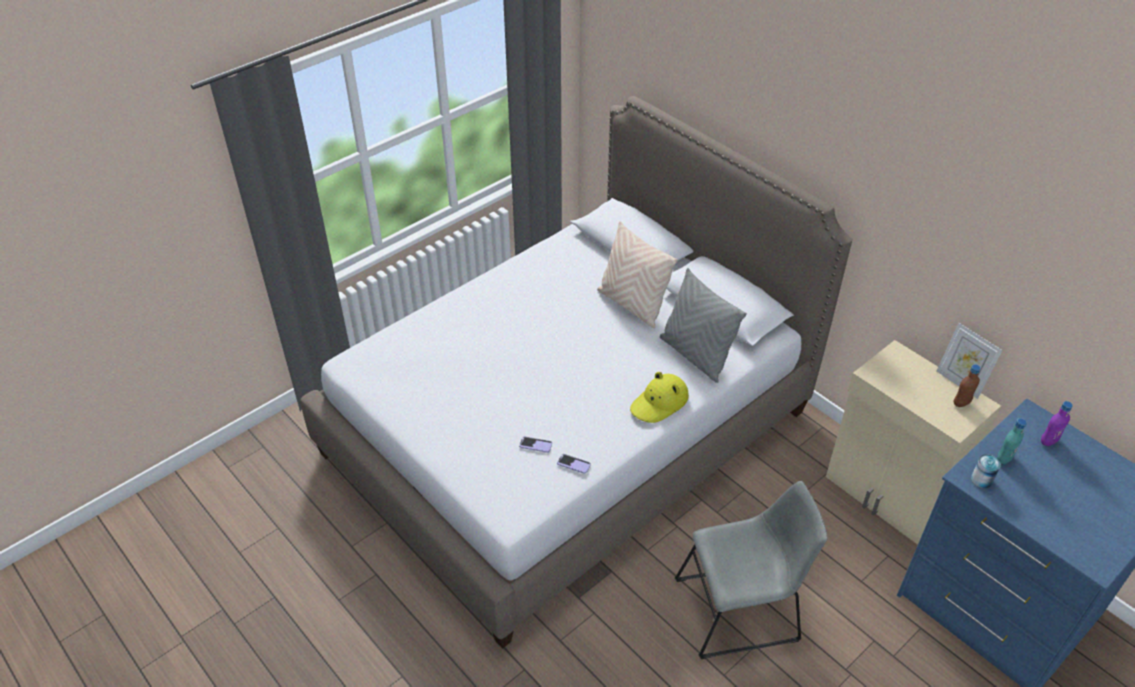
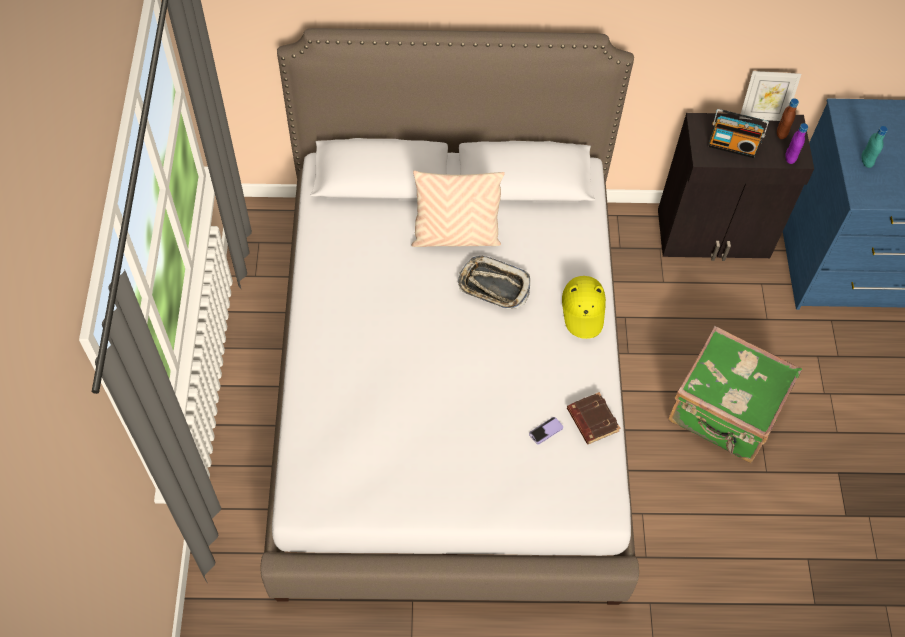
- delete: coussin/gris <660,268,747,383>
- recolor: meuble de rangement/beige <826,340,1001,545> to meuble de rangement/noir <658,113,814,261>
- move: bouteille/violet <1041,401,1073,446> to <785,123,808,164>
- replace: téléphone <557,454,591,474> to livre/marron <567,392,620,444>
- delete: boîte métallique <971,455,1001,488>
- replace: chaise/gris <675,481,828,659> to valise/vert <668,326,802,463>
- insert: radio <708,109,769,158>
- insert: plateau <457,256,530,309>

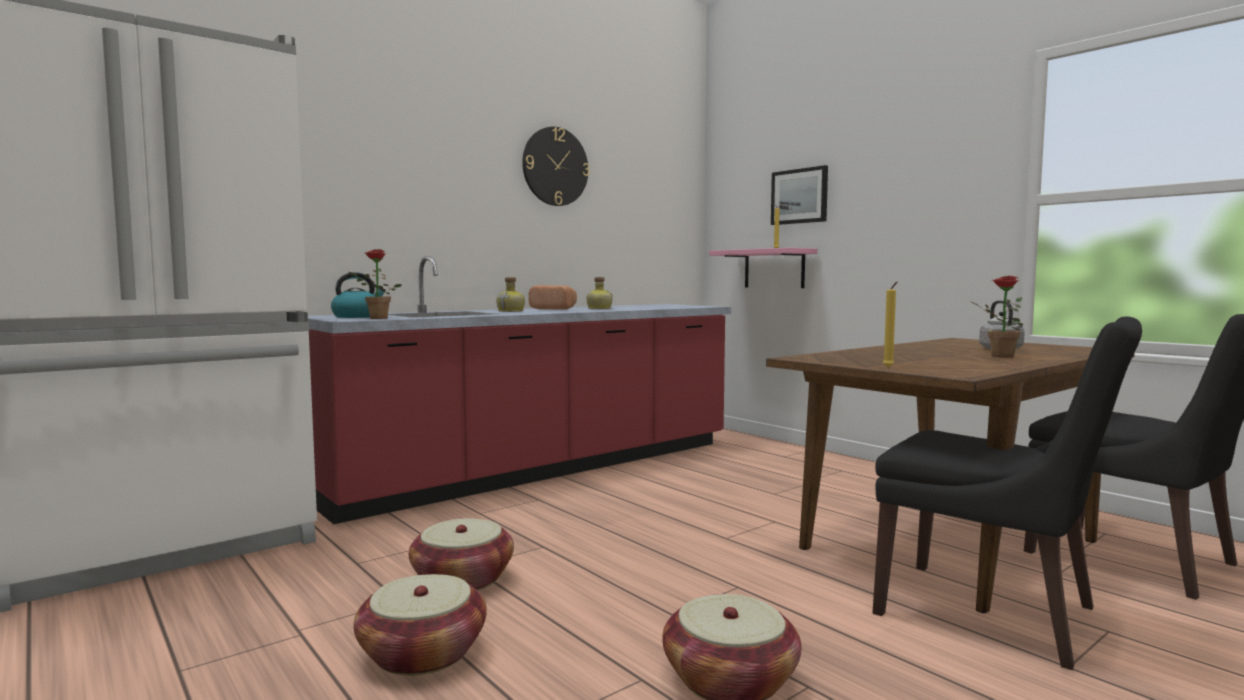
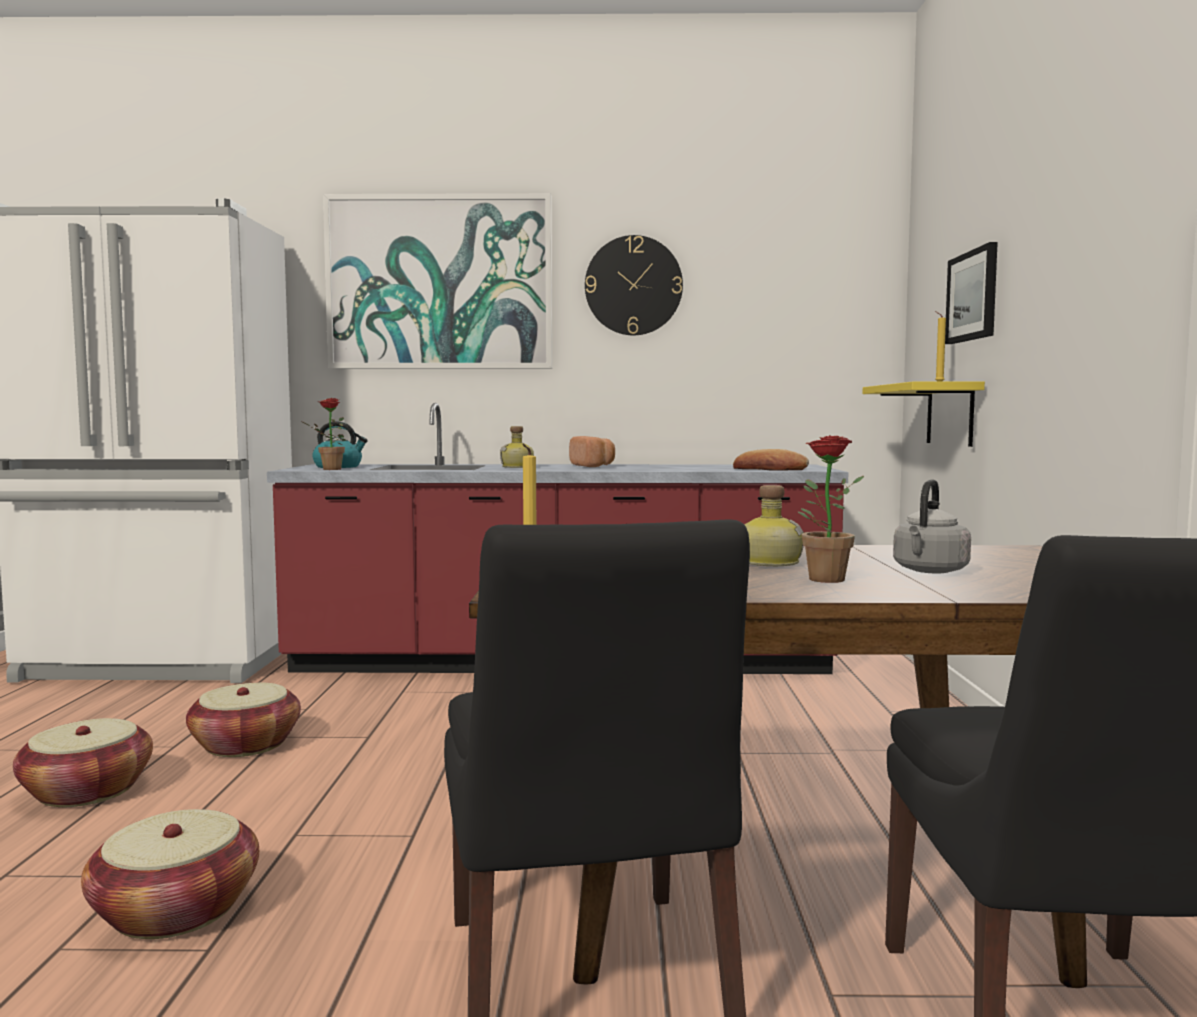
- recolor: étagère/rose <709,248,818,288> to étagère/jaune <862,381,985,447>
- move: bouteille <586,277,613,309> to <745,485,804,566>
- insert: tableau <323,193,552,369>
- insert: pain <733,449,809,471>

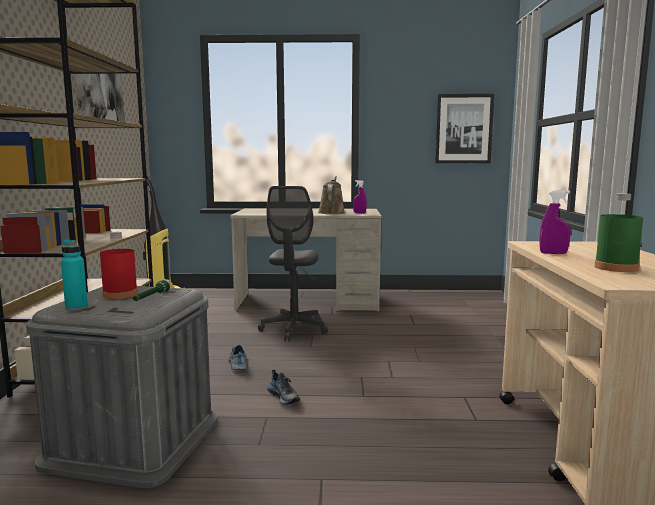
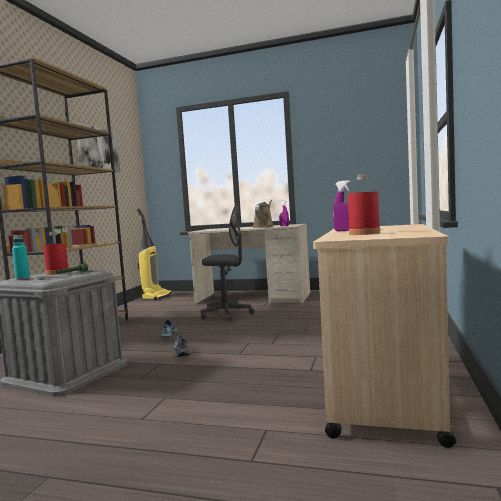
- delete: tableau <435,94,494,163>
- rotate: chaise de bureau/gris <258,186,328,341> = <201,203,255,321> 105 degrees counterclockwise
- recolor: bouteille/vert <595,193,643,272> to bouteille/rouge <348,174,380,235>

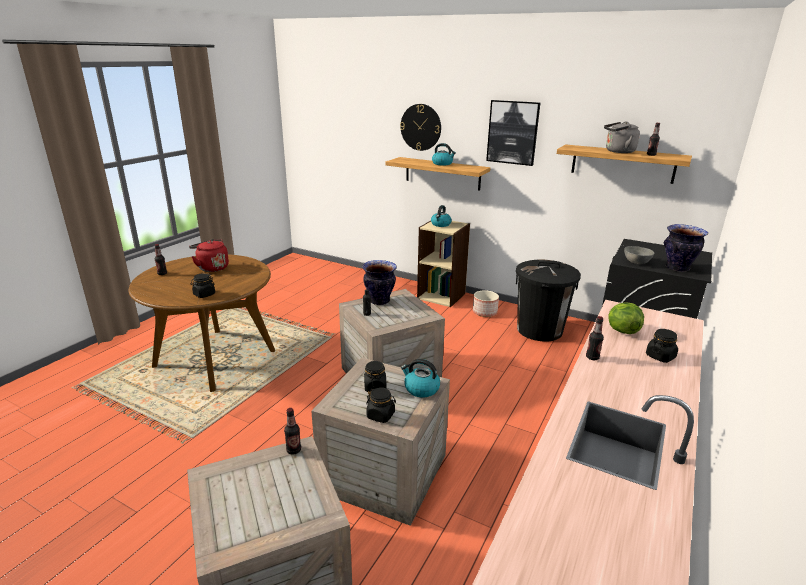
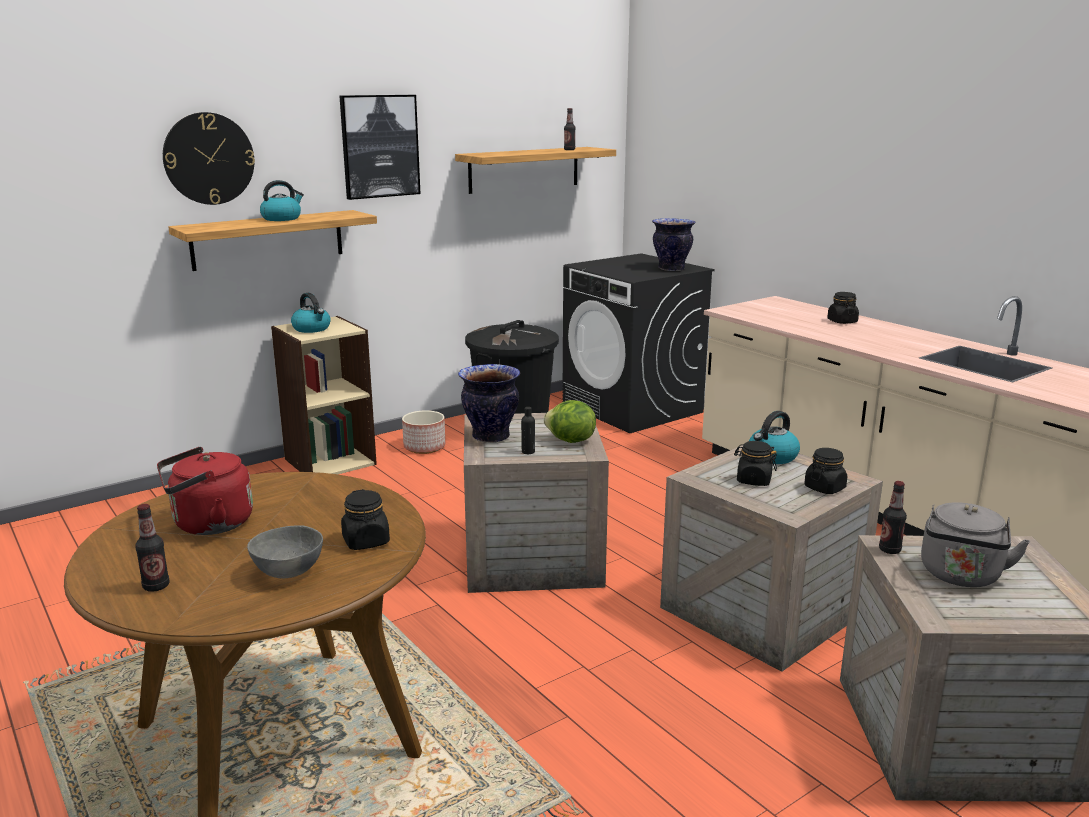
- move: bouilloire/gris <604,122,640,153> to <921,502,1030,587>
- move: bol/gris <624,246,654,264> to <247,525,323,578>
- move: laitue <608,302,644,334> to <544,400,596,443>
- delete: bouteille <586,316,604,360>

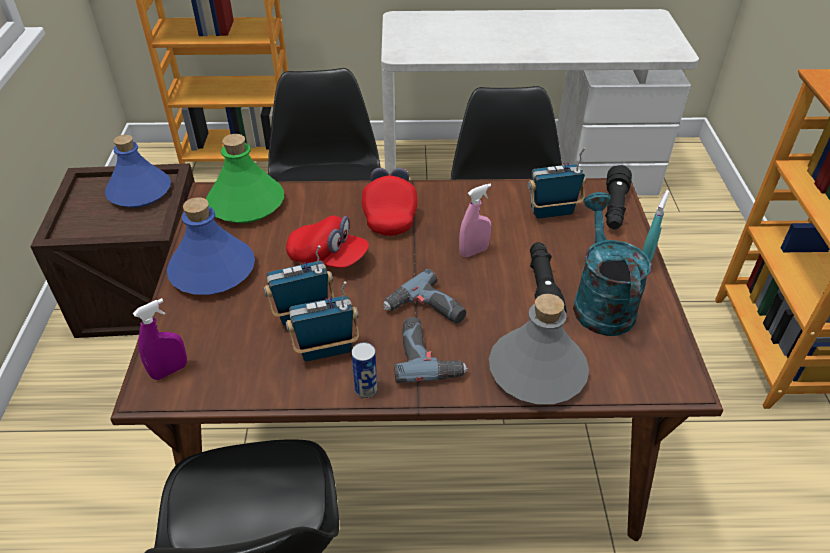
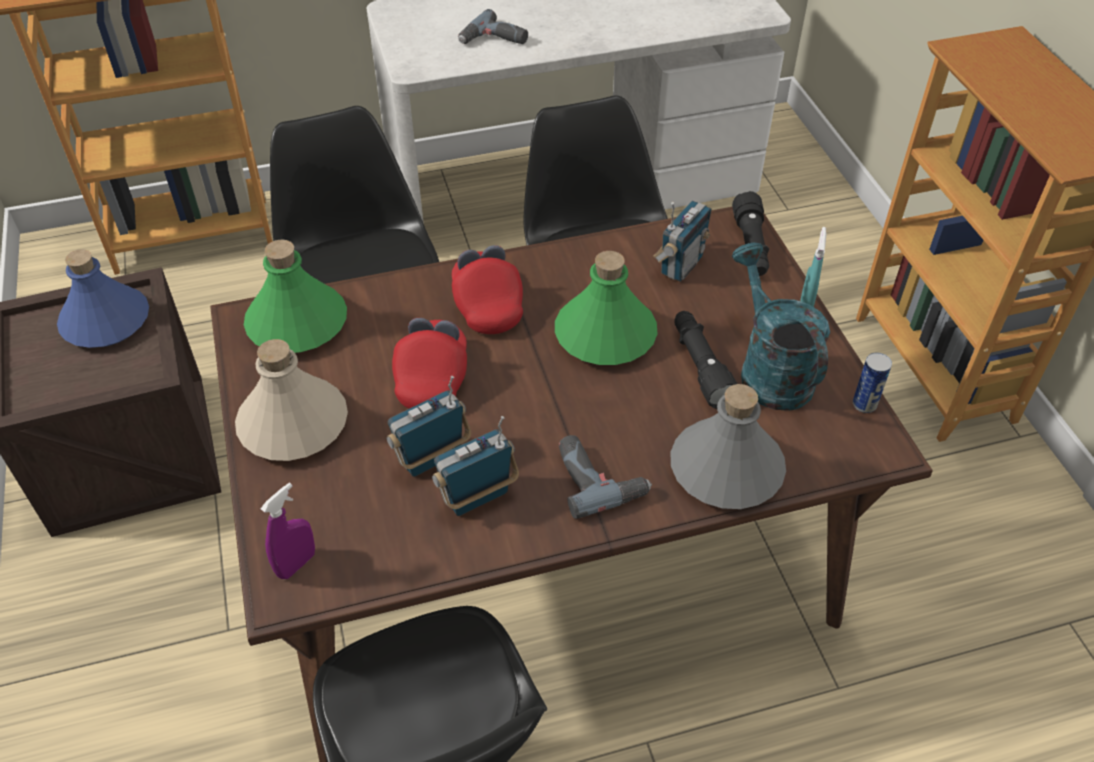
- rotate: radio <527,147,586,219> = <653,200,712,282> 150 degrees clockwise
- replace: vaporisateur/rose <459,184,491,257> to bouteille/vert <555,251,658,365>
- recolor: bouteille/bleu <167,197,255,295> to bouteille/beige <235,339,348,461>
- rotate: casquette/rouge <286,216,369,268> = <392,318,467,409> 90 degrees counterclockwise
- move: perceuse <383,269,466,323> to <458,9,528,44>
- move: boîte métallique <351,342,377,398> to <853,353,892,413>

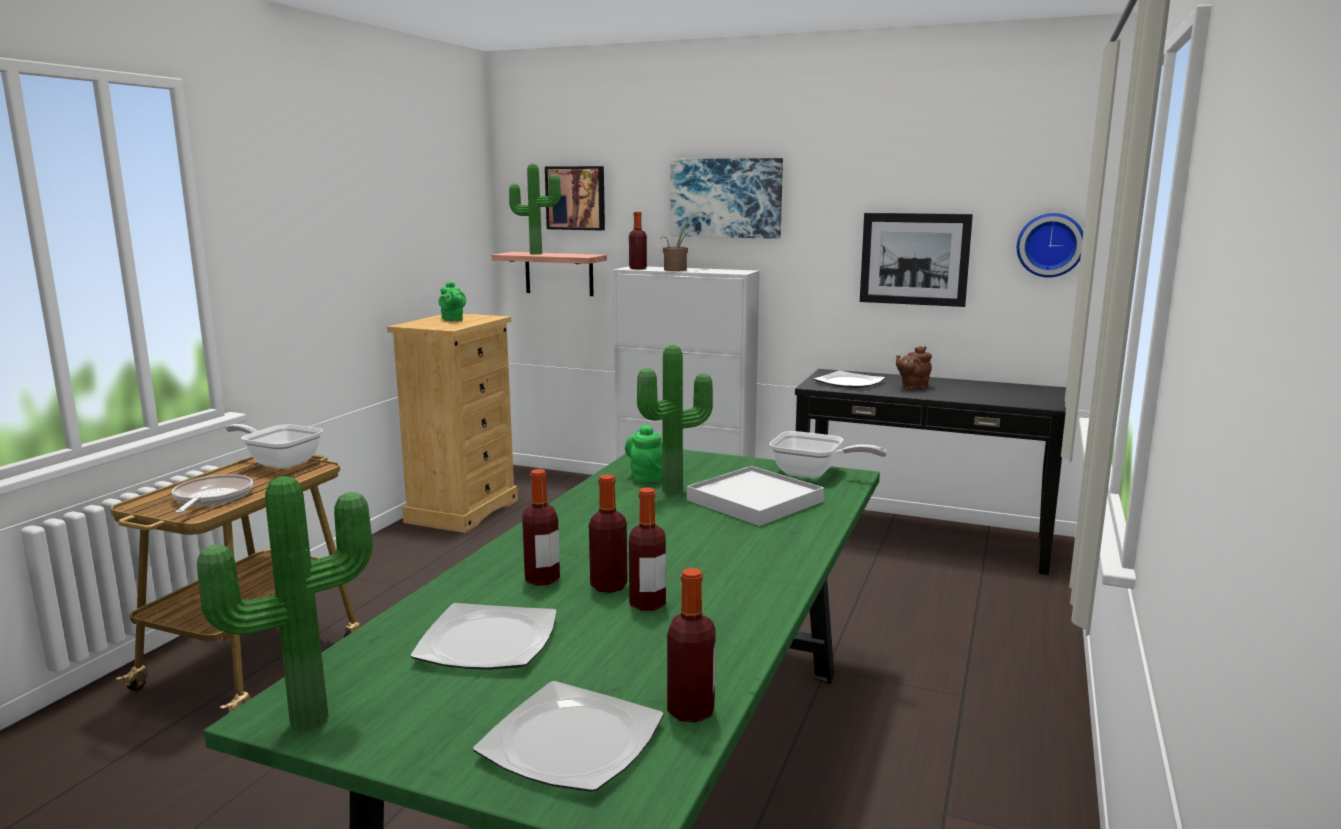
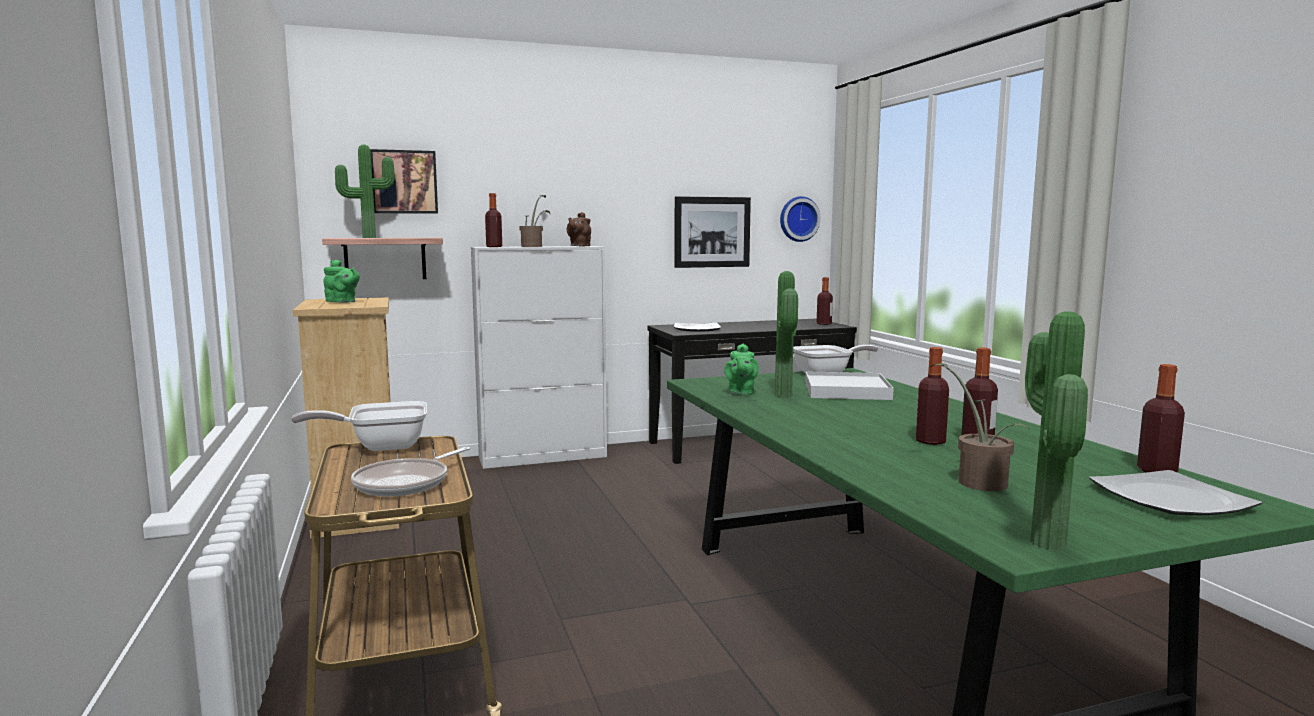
- delete: tableau <671,158,783,239>
- move: théière/marron <896,346,932,390> to <567,212,591,246>
- rotate: théière/vert <625,424,662,483> = <724,344,759,396> 120 degrees counterclockwise
- move: bouteille <522,469,560,586> to <817,277,833,325>
- rotate: poêle <171,474,253,513> = <351,447,470,497> 105 degrees counterclockwise
- replace: assiette <410,603,557,670> to plante en pot <931,363,1029,491>

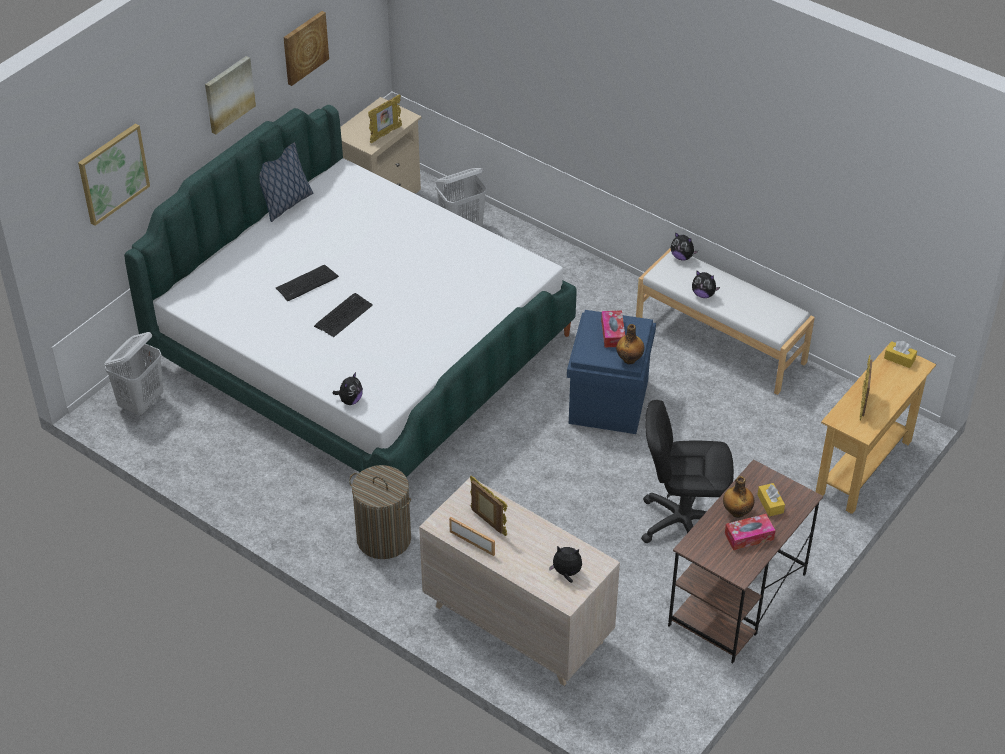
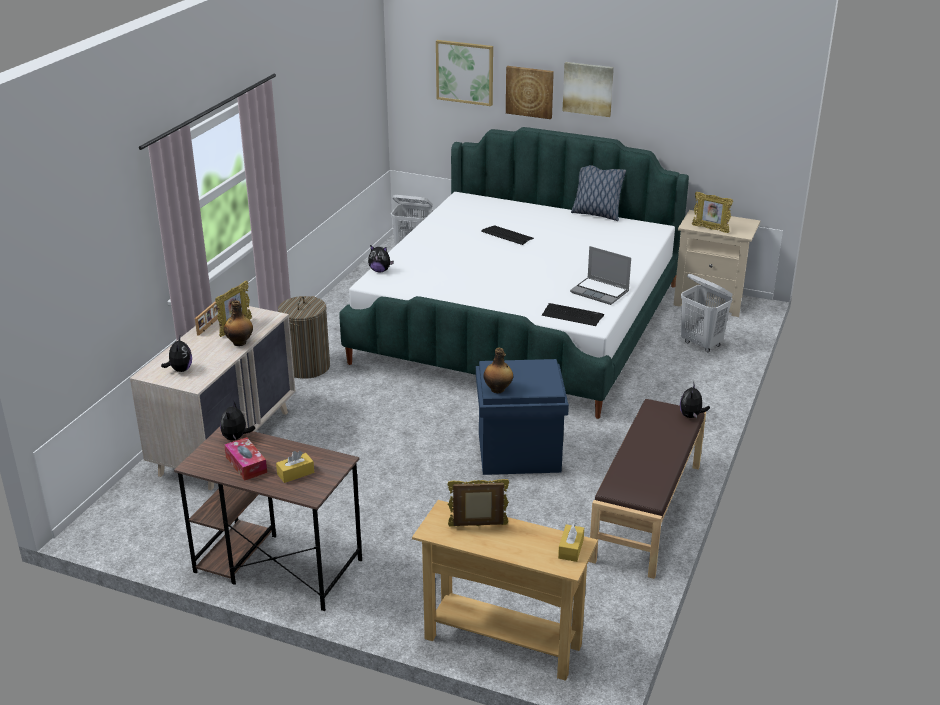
- move: tableau <284,11,329,86> to <506,66,554,119>
- recolor: banc/blanc <636,248,815,395> to banc/marron <589,399,706,579>
- move: peluche <692,271,720,298> to <220,402,255,441>
- move: clavier <314,293,373,337> to <542,303,604,326>
- delete: boîte à mouchoirs <601,310,625,347>
- delete: chaise de bureau/noir <641,400,734,543>
- move: bouteille <723,476,754,518> to <224,300,253,346>
- insert: ordinateur portable <570,246,631,305>

